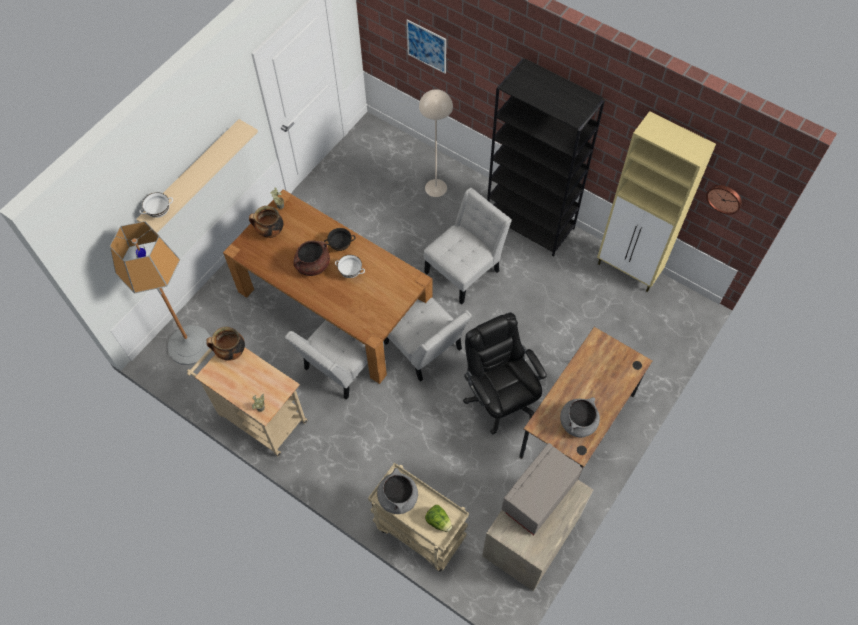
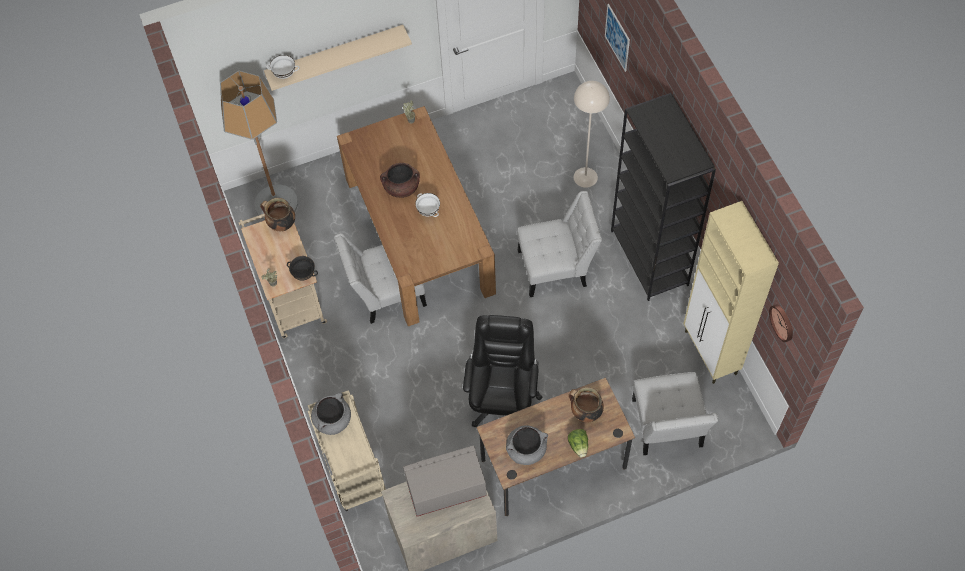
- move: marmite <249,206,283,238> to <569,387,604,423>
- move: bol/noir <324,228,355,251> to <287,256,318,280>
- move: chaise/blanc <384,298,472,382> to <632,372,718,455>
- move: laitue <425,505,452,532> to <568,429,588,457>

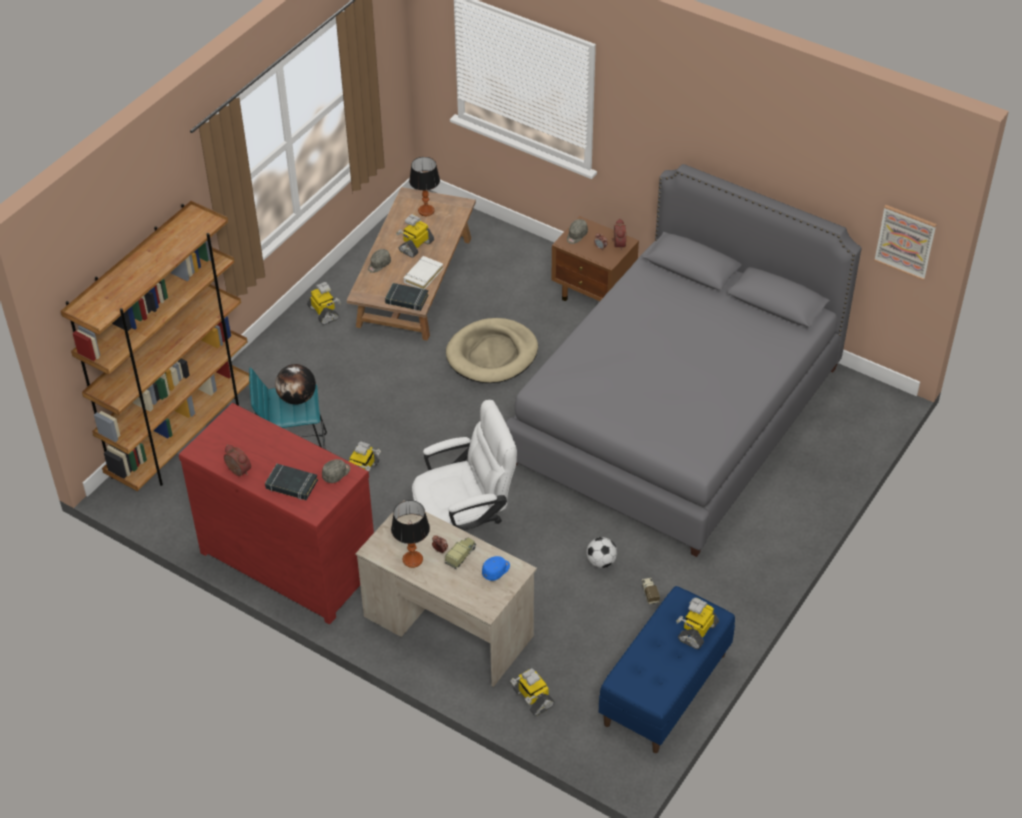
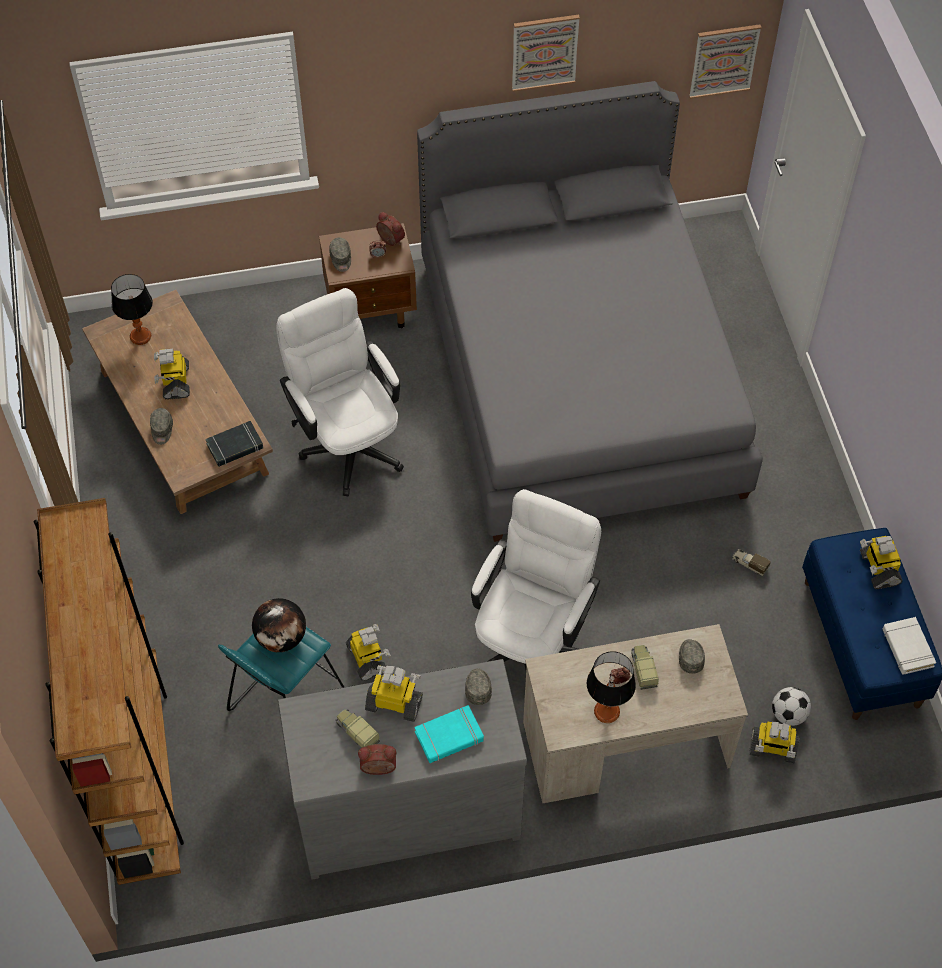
- move: livre/blanc <404,256,443,289> to <882,617,936,675>
- move: robot jouet <307,282,341,325> to <365,665,423,722>
- replace: panier pour chien/beige <446,318,538,383> to chaise de bureau/blanc <276,288,404,496>
- recolor: commode/rouge <179,403,374,624> to commode/gris <278,659,527,880>
- recolor: livre/noir <265,464,318,500> to livre/turquoise <414,705,484,763>
- move: ballon de foot <587,537,617,568> to <772,687,811,726>
- recolor: casquette/bleu <482,556,510,581> to casquette/gris <679,639,705,674>
- insert: tableau <512,15,580,92>
- insert: camion jouet <335,710,380,748>

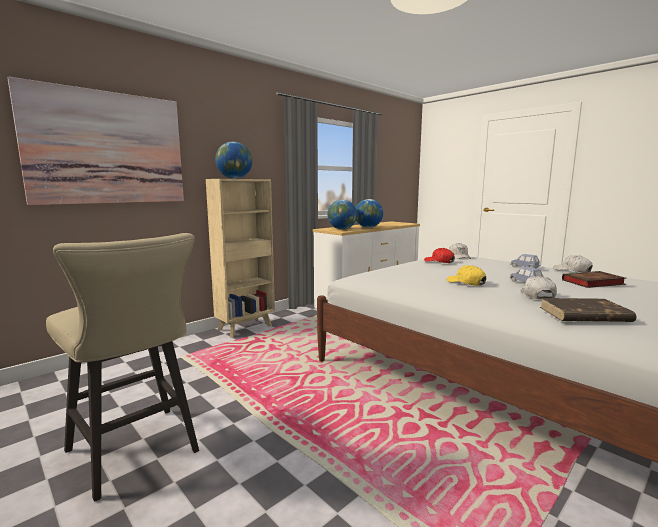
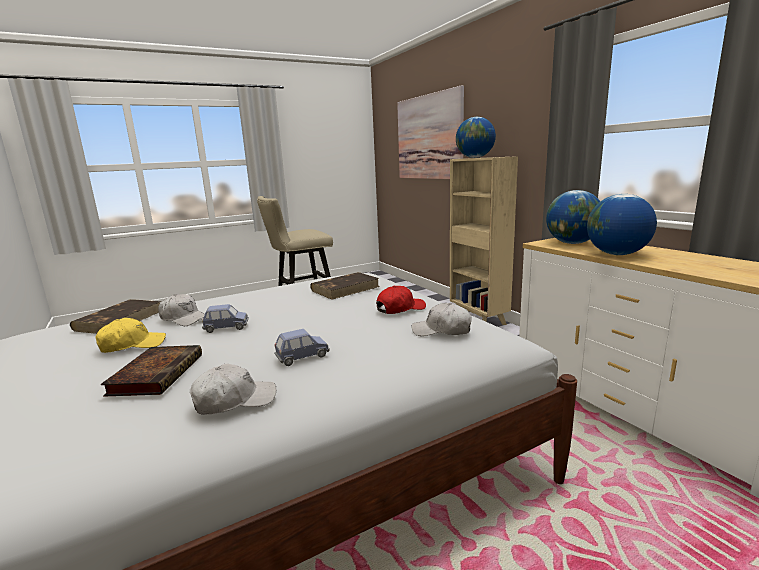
- move: casquette/jaune <446,265,486,286> to <96,318,166,353>
- insert: livre/marron <310,272,379,300>

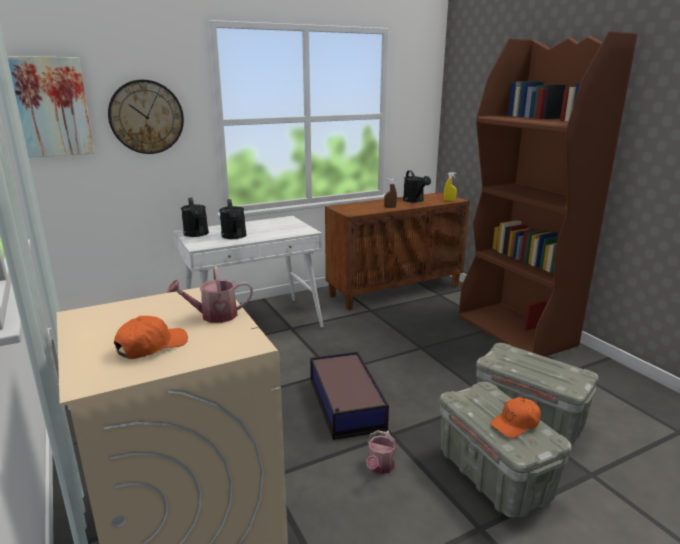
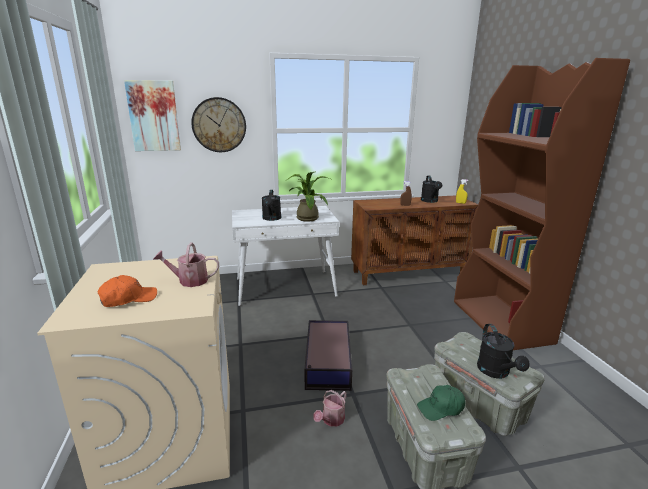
- move: arrosoir/noir <181,198,209,237> to <477,324,530,379>
- recolor: casquette/orange <490,397,541,438> to casquette/vert <417,385,465,421>
- insert: plante en pot <287,172,330,222>

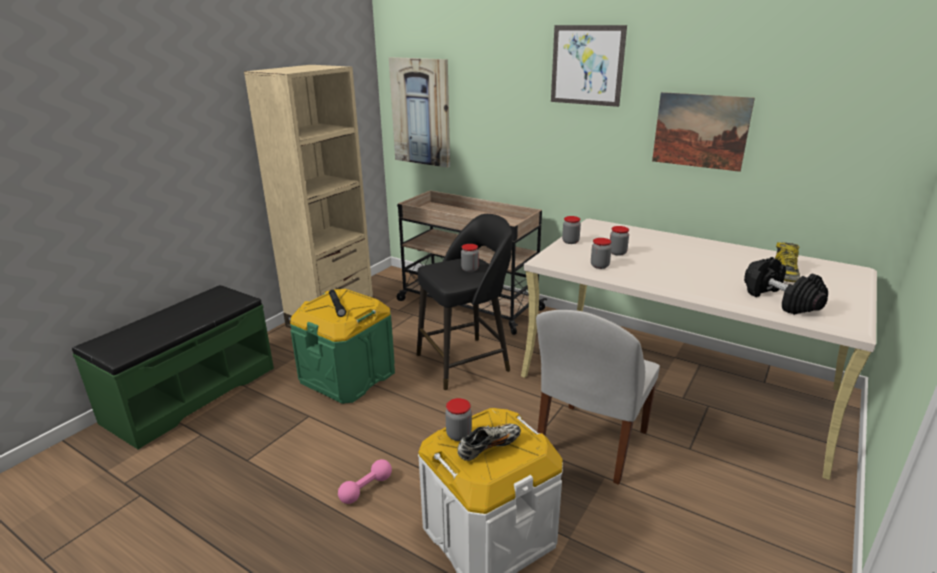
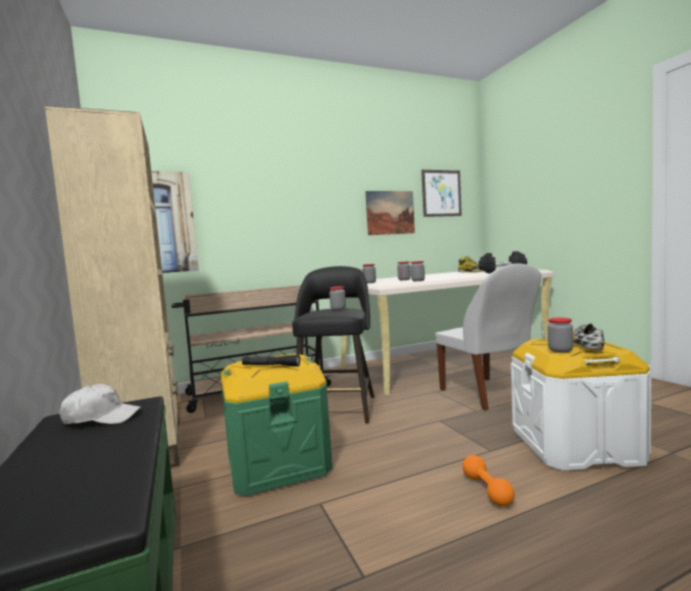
- move: tableau <551,25,627,107> to <421,170,462,217>
- recolor: haltère/rose <338,459,392,504> to haltère/orange <462,455,515,506>
- insert: casquette/blanc <59,384,142,424>

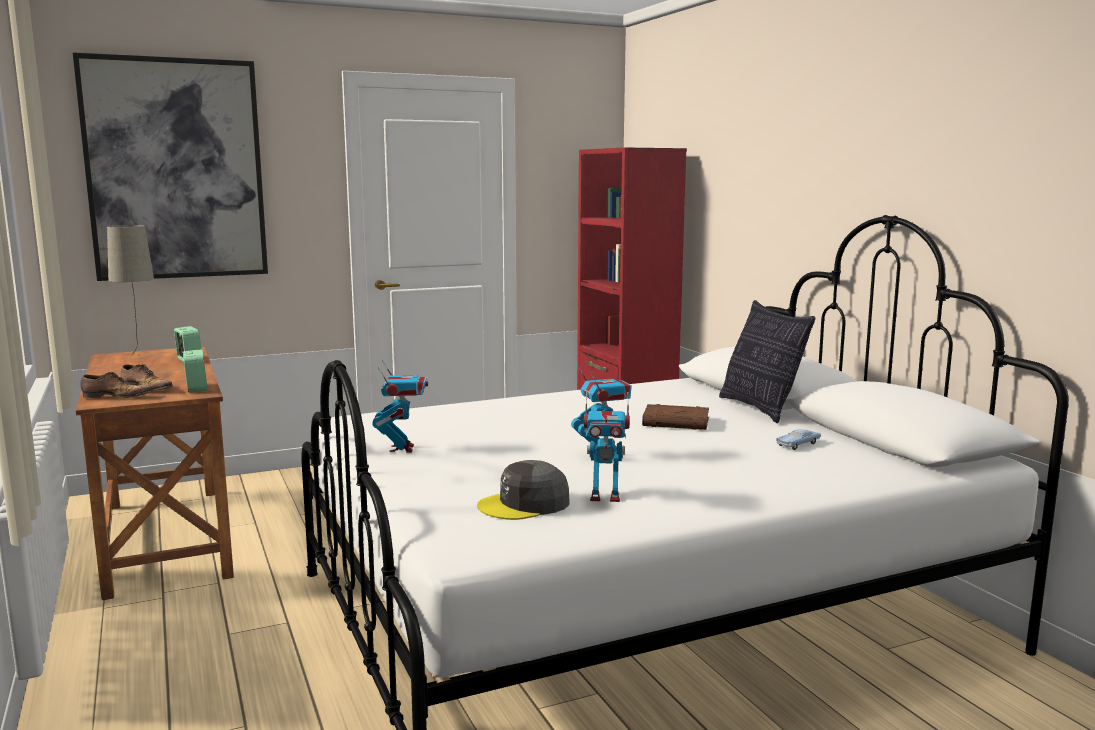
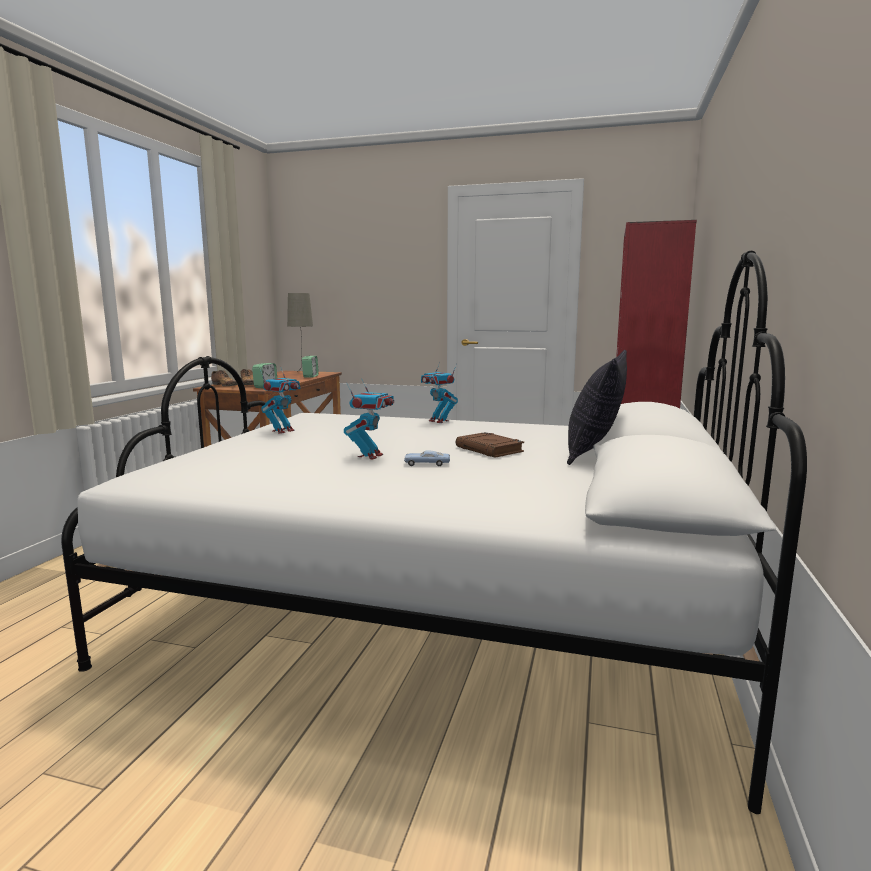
- delete: tableau <73,52,268,281>
- move: robot jouet <584,391,630,502> to <421,362,458,423>
- move: petite voiture/bleu <776,429,821,450> to <404,450,450,466>
- delete: casquette/gris <477,460,570,520>

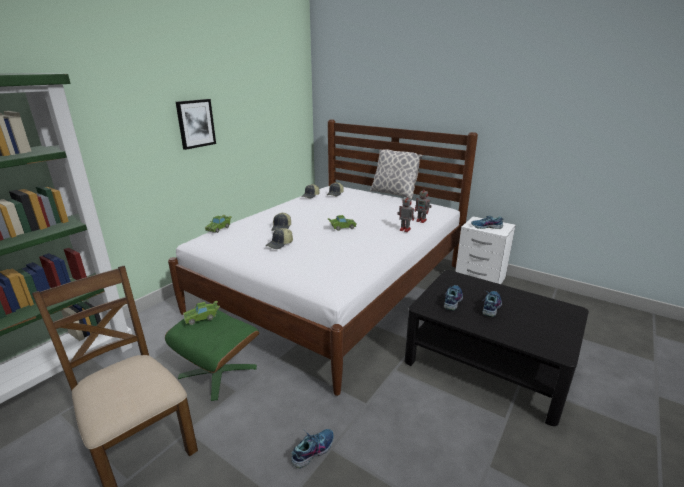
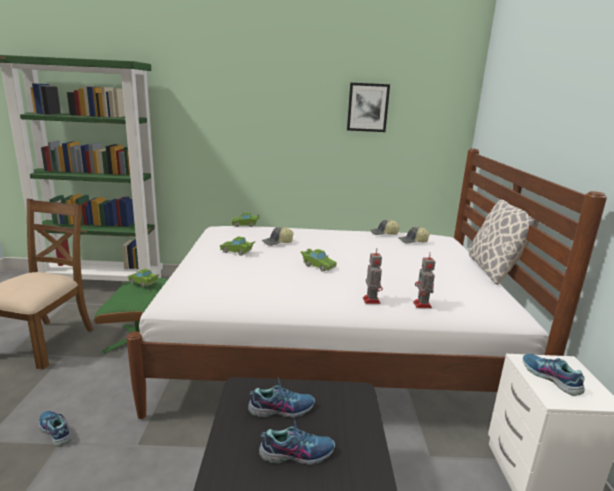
- move: tableau <176,99,216,150> to <347,83,390,132>
- replace: casquette <265,228,293,249> to petite voiture/vert <220,236,255,256>
- rotate: chaussure <291,429,334,468> = <39,411,72,447> 150 degrees counterclockwise

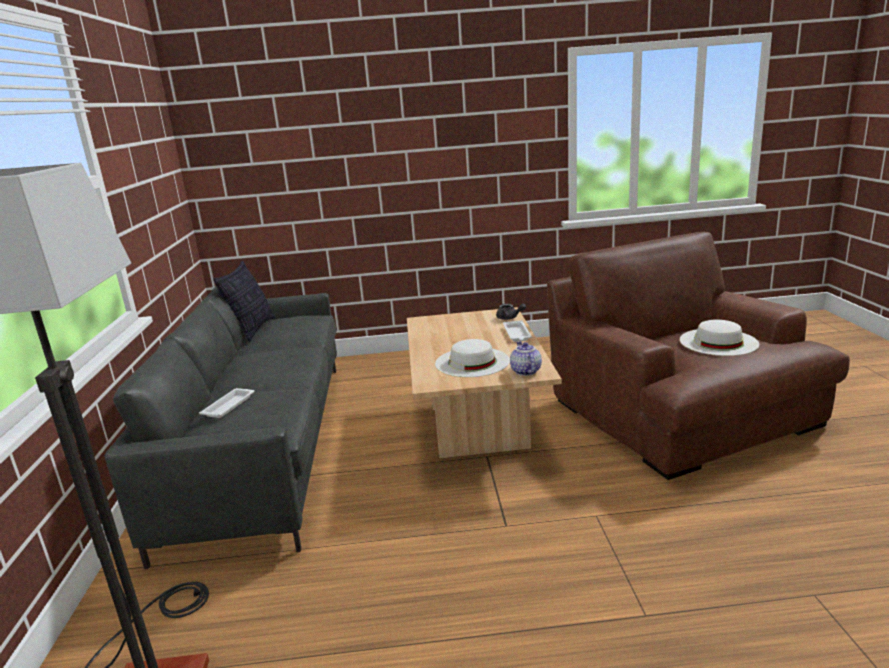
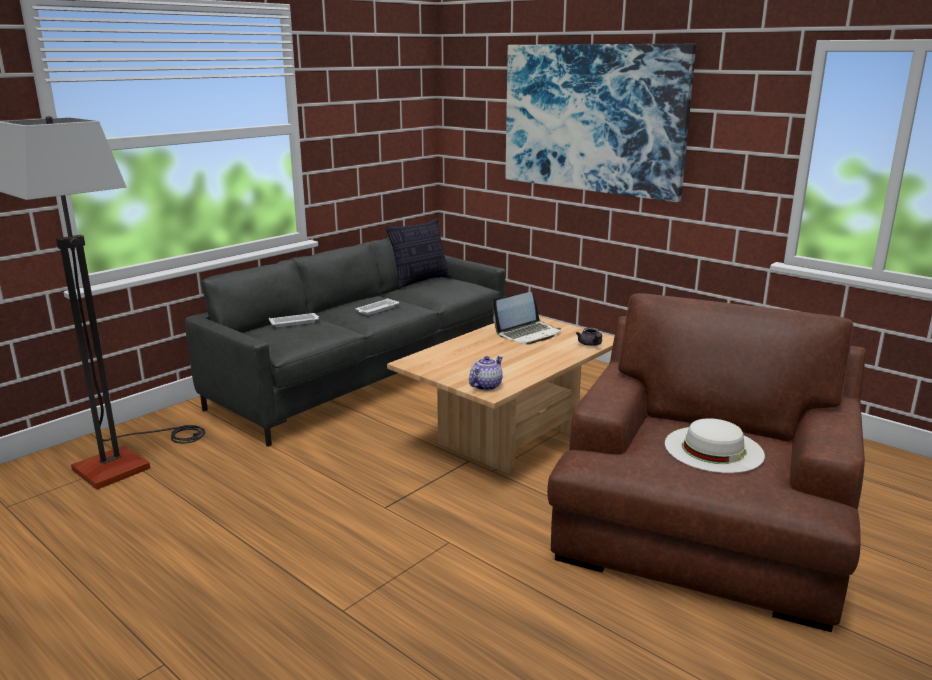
- move: plateau/blanc <503,320,532,342> to <356,298,399,315>
- delete: chapeau/blanc <435,339,510,377>
- insert: tableau <505,44,696,202>
- insert: ordinateur portable <493,292,561,345>

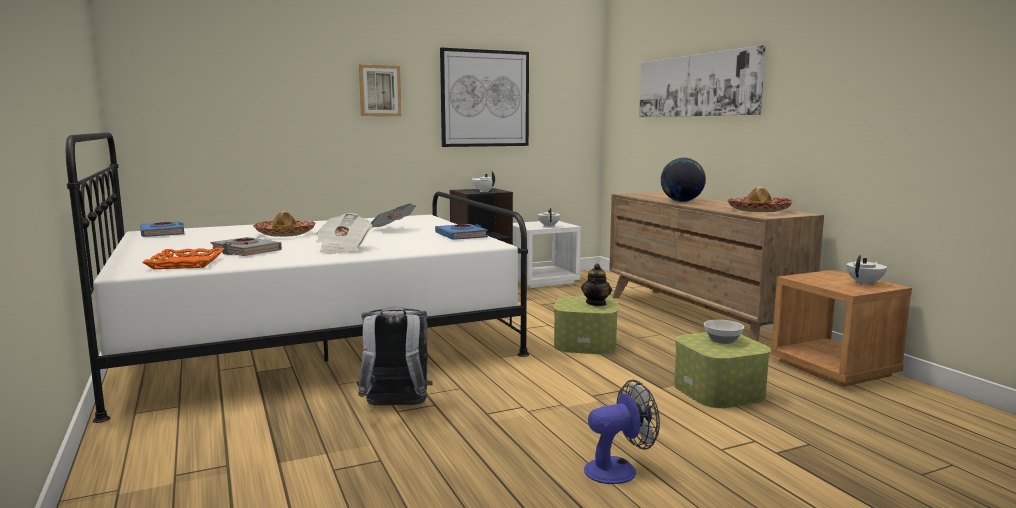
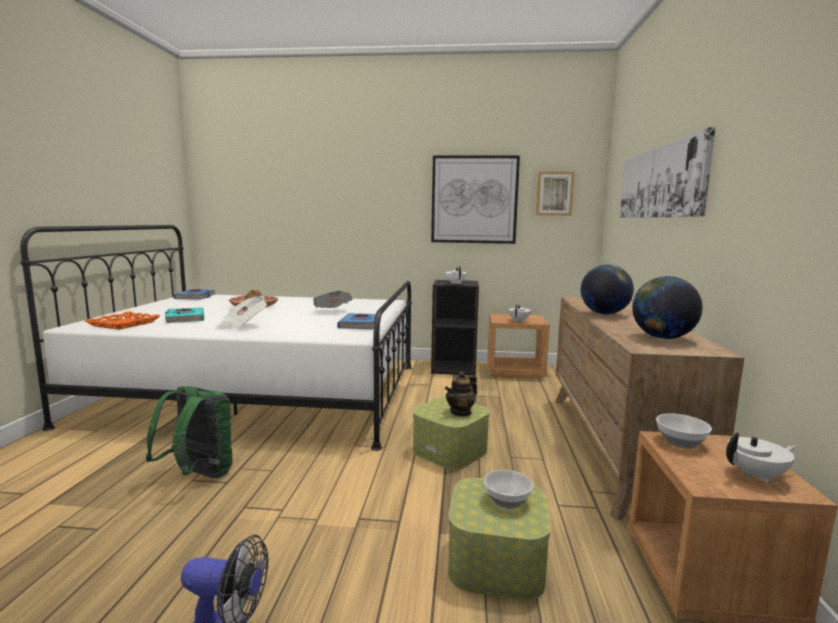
- move: tableau <359,65,401,116> to <536,172,575,216>
- replace: chapeau <727,186,793,212> to globe <632,276,703,339>
- recolor: table de chevet/blanc <513,221,581,288> to table de chevet/marron <487,314,550,379>
- recolor: livre/gris <210,237,282,256> to livre/turquoise <165,307,204,323>
- recolor: sac à dos/gris <357,306,433,406> to sac à dos/vert <146,386,233,478>
- insert: bol <656,413,712,449>

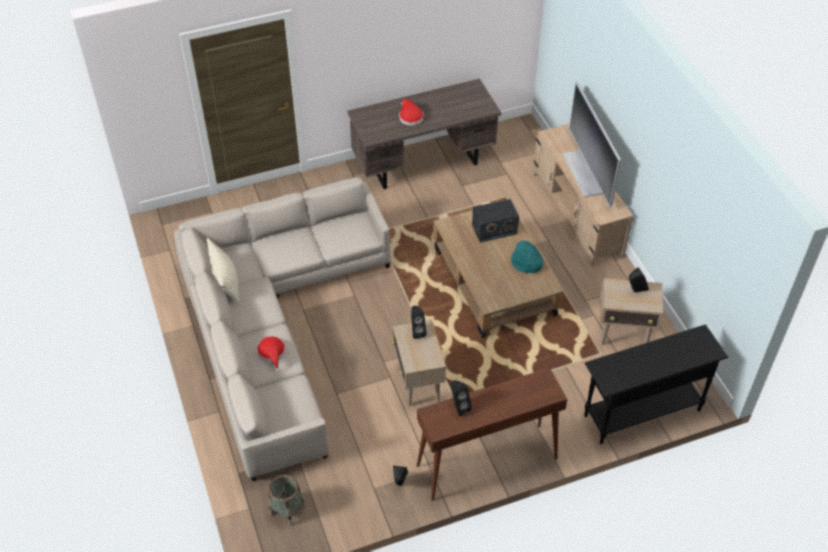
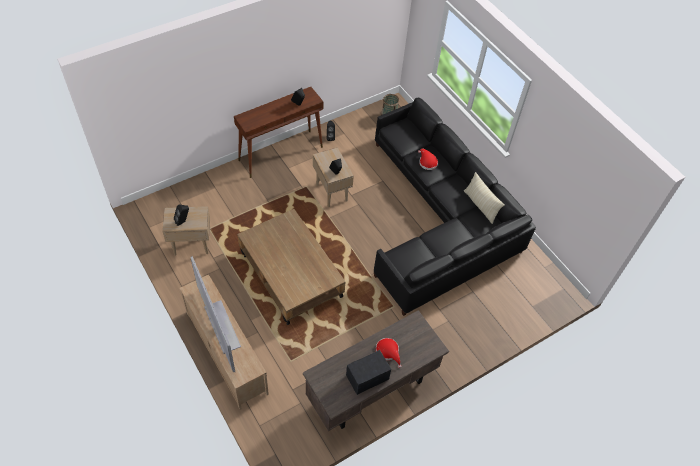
- recolor: canapé/beige <174,178,391,481> to canapé/noir <374,98,536,316>
- move: radio <472,199,519,242> to <346,350,391,395>
- delete: chapeau/turquoise <511,240,543,273>
- delete: table console/noir <584,324,728,444>

